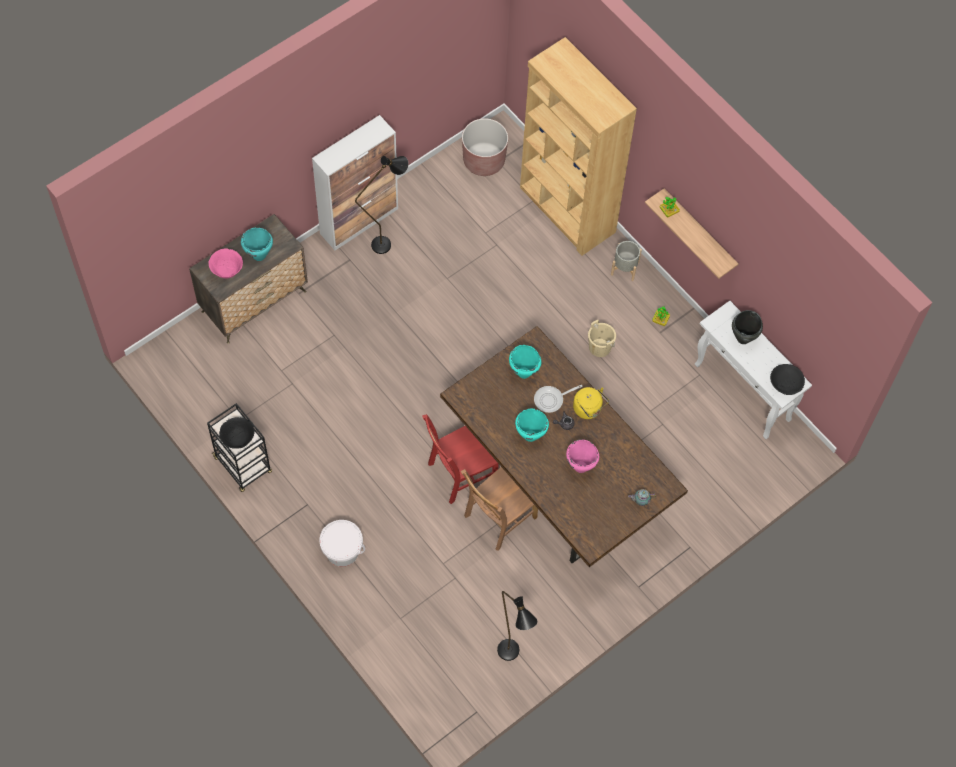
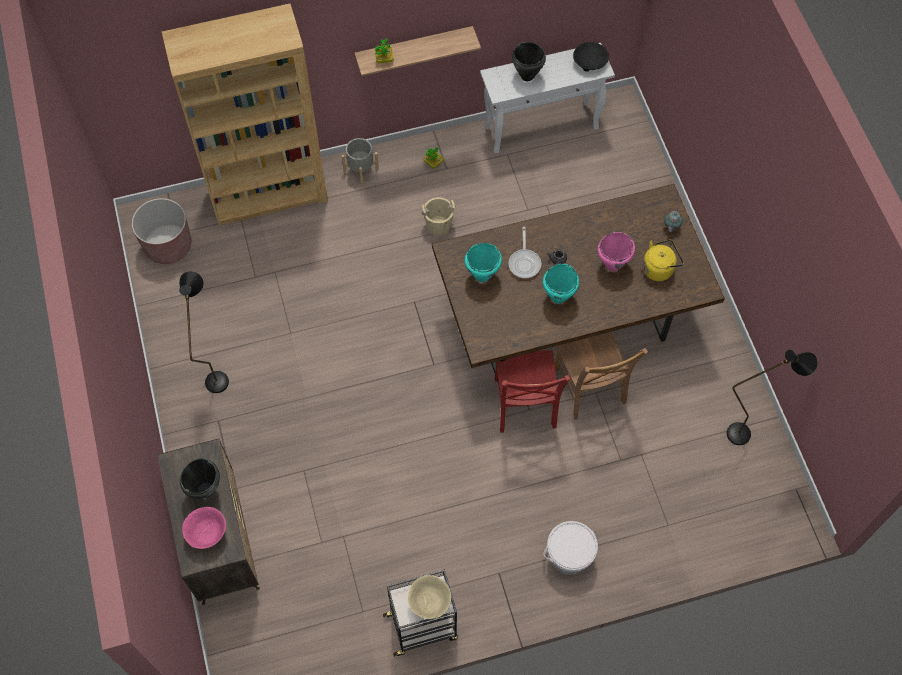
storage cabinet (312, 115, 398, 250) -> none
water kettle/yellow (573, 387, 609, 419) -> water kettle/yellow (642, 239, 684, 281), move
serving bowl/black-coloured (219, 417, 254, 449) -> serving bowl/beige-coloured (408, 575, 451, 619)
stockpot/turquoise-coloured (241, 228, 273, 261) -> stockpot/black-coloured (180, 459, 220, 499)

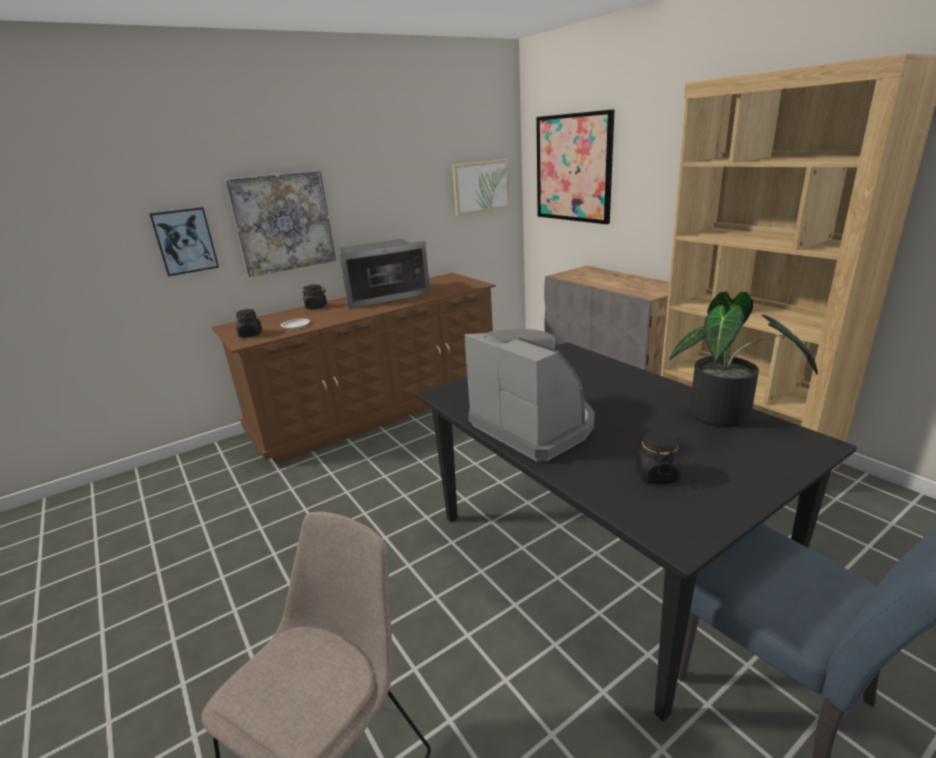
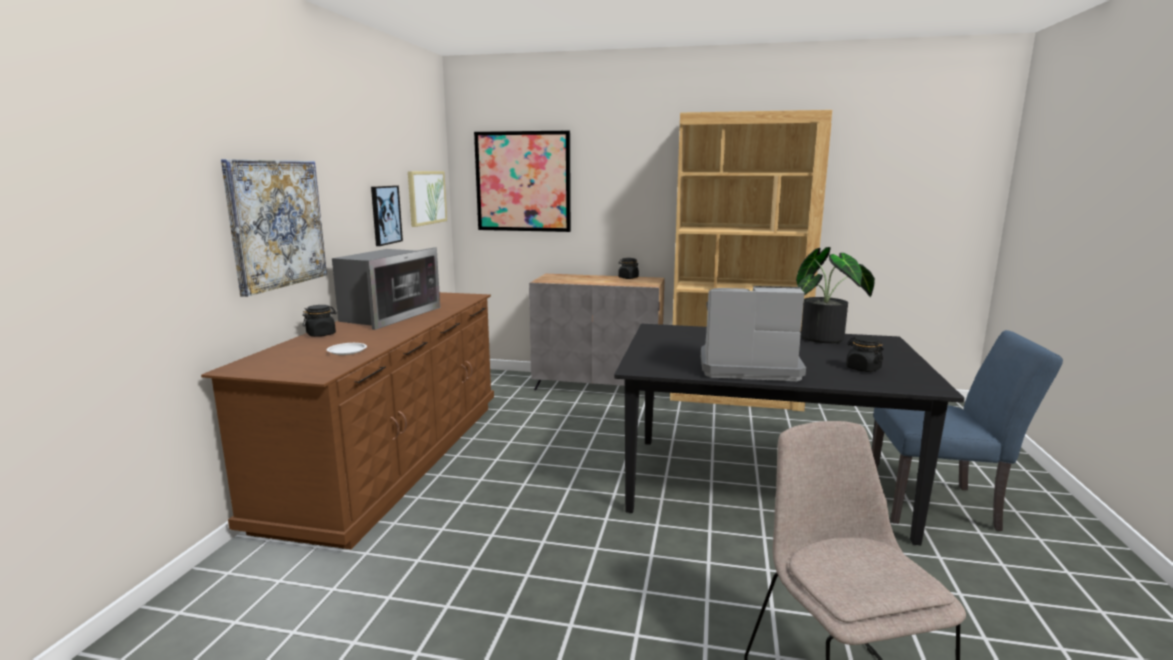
wall art (149, 207, 219, 276) -> wall art (371, 186, 403, 246), move
jar/black-coloured (236, 309, 262, 337) -> jar/black-coloured (618, 258, 639, 279), move

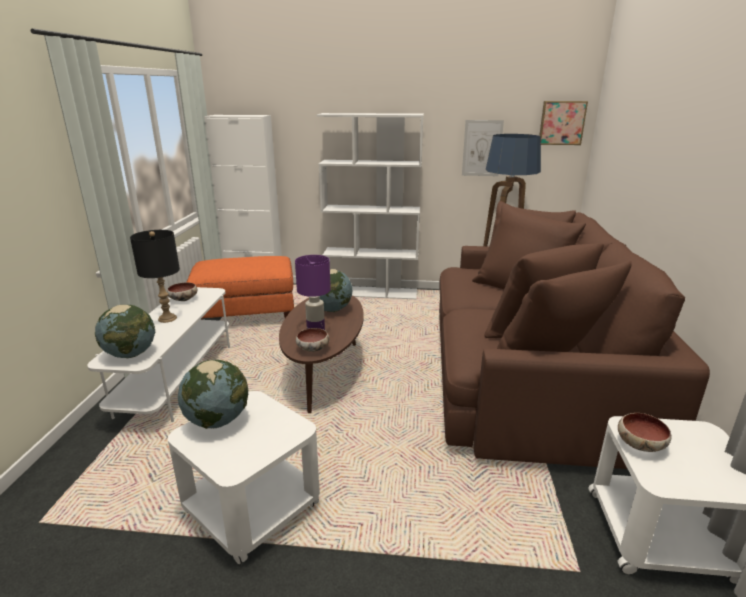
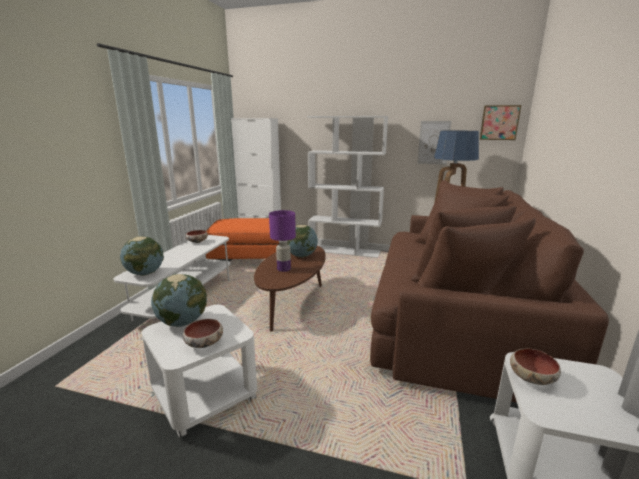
lamp for a table/black-coloured (130, 230, 180, 323) -> none
serving bowl (296, 328, 329, 352) -> serving bowl (183, 319, 223, 348), move

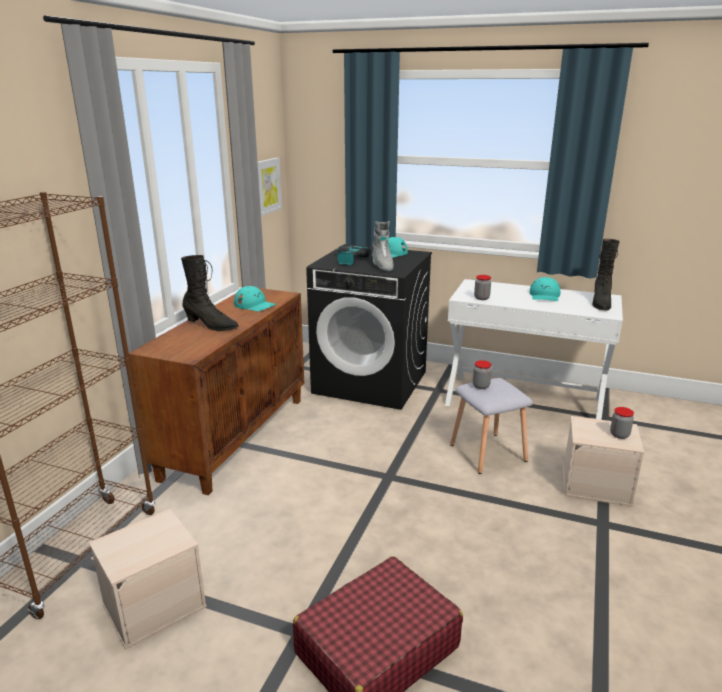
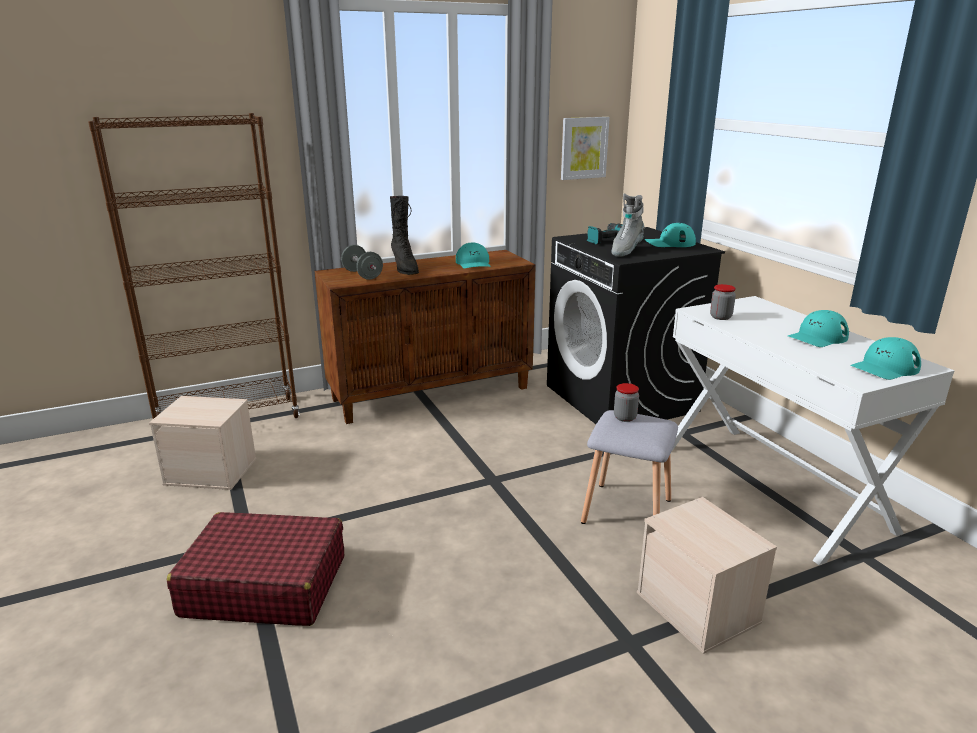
jar (610, 407, 634, 439) -> none
none -> hand weight/greyish (341, 245, 383, 280)
tall boot/black-coloured (592, 239, 620, 310) -> cap/turquoise-coloured (850, 337, 921, 380)

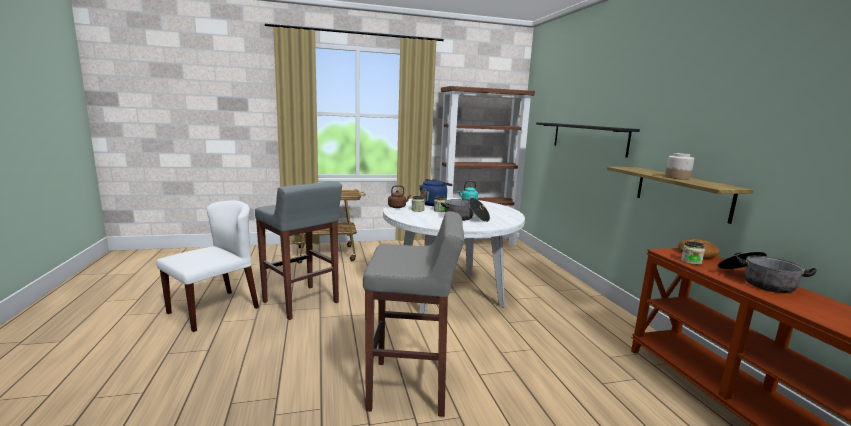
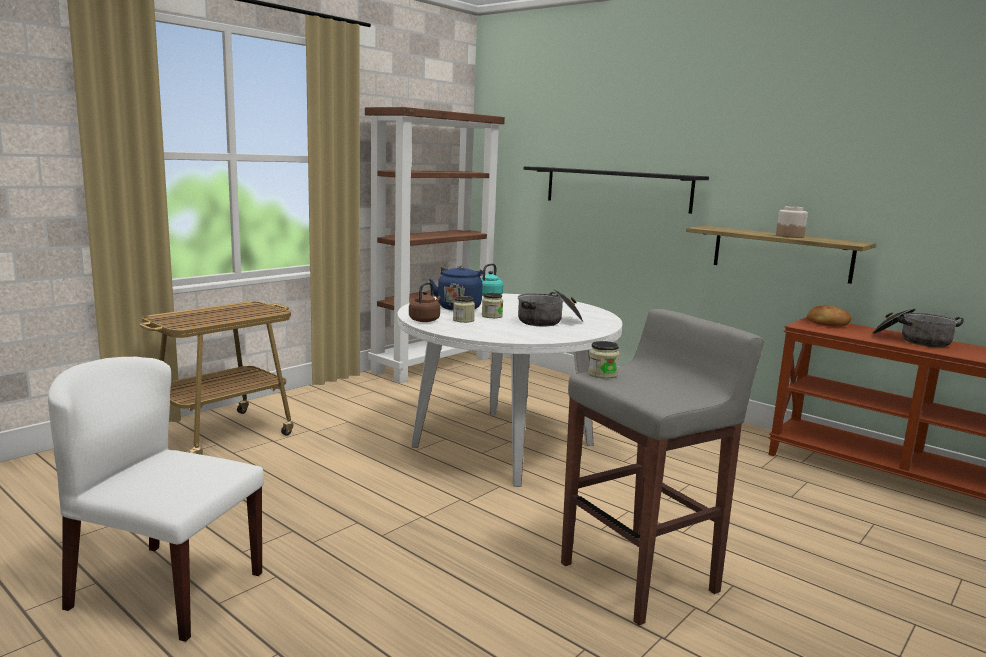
stool/greyish (255, 181, 342, 320) -> none
jar (681, 241, 705, 265) -> jar (588, 341, 619, 379), move
plain chair/white-coloured (156, 200, 259, 332) -> plain chair/white-coloured (48, 357, 264, 642), 75 degrees counterclockwise

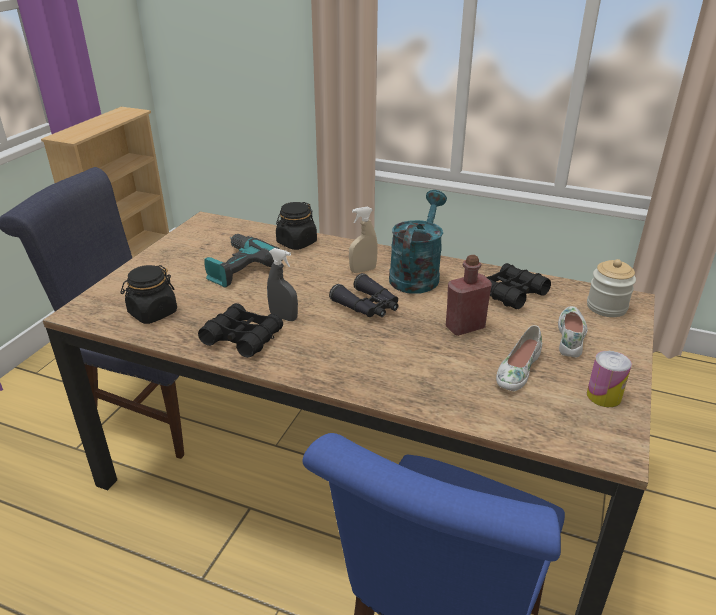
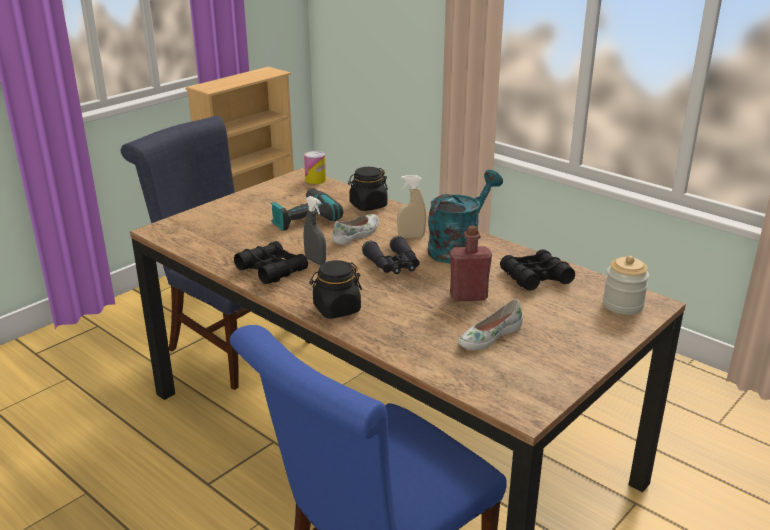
jar/black-coloured (121, 265, 177, 324) -> jar/black-coloured (309, 260, 362, 319), move
low shoe/white-coloured (558, 306, 588, 357) -> low shoe/white-coloured (332, 214, 379, 245), move
metal can (587, 351, 632, 407) -> metal can (304, 151, 326, 184), move

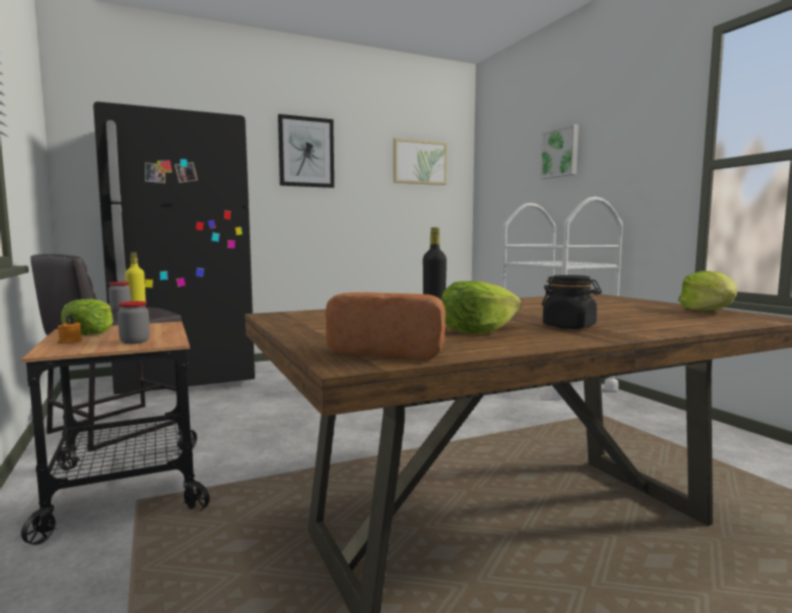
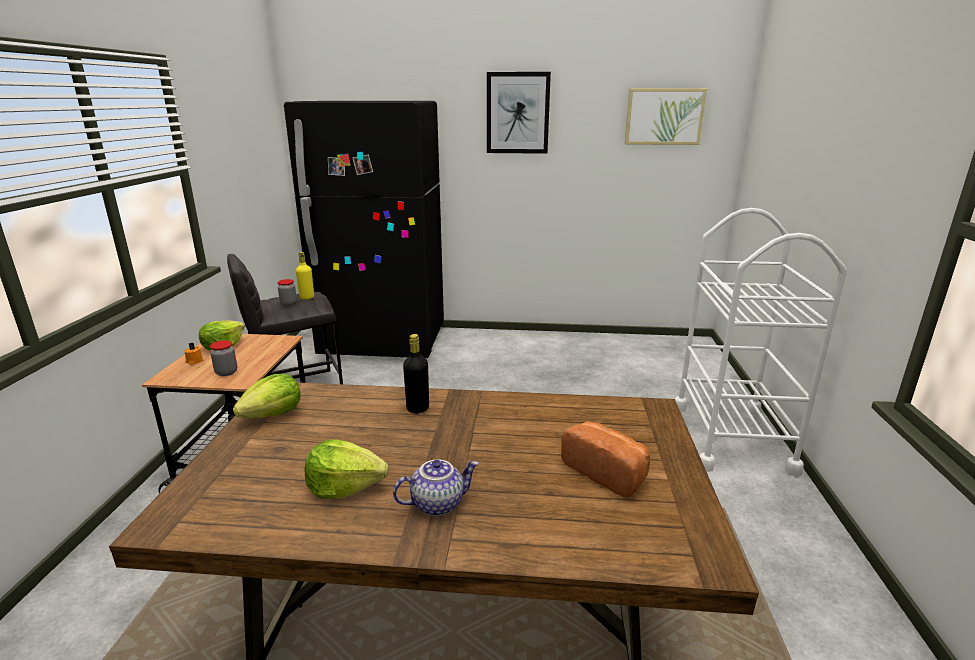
wall art (540, 124, 579, 179) -> none
bread (325, 292, 445, 360) -> bread (561, 422, 650, 497), move
head of lettuce (679, 271, 738, 311) -> head of lettuce (233, 374, 301, 418), move
jar/black-coloured (542, 275, 602, 329) -> pot for tea (393, 459, 479, 516)

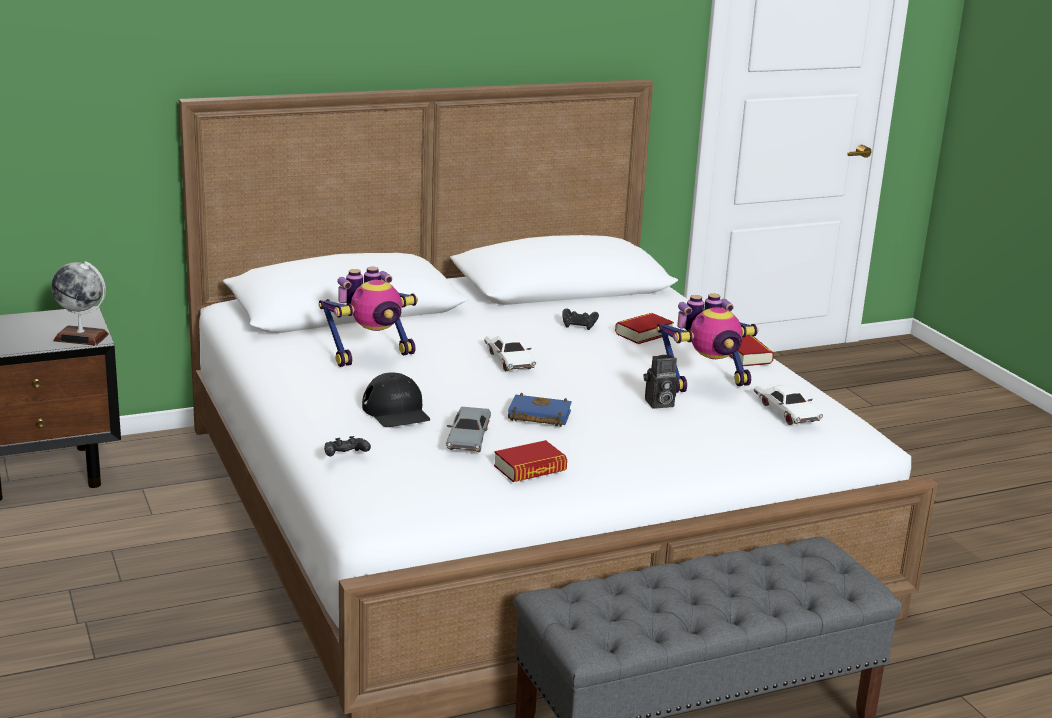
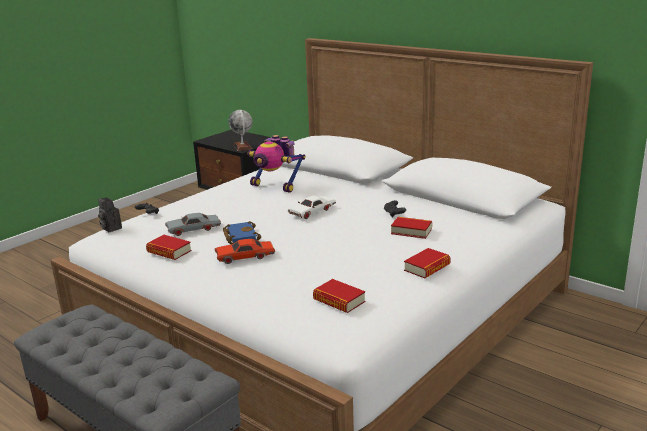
cap/black-coloured (362, 373, 430, 427) -> none
toy robot (657, 294, 759, 393) -> none
none -> miniature car/red (215, 239, 275, 264)
still camera (644, 355, 678, 409) -> still camera (98, 198, 122, 232), move
miniature car/white-coloured (754, 383, 823, 425) -> volume (313, 279, 365, 313)

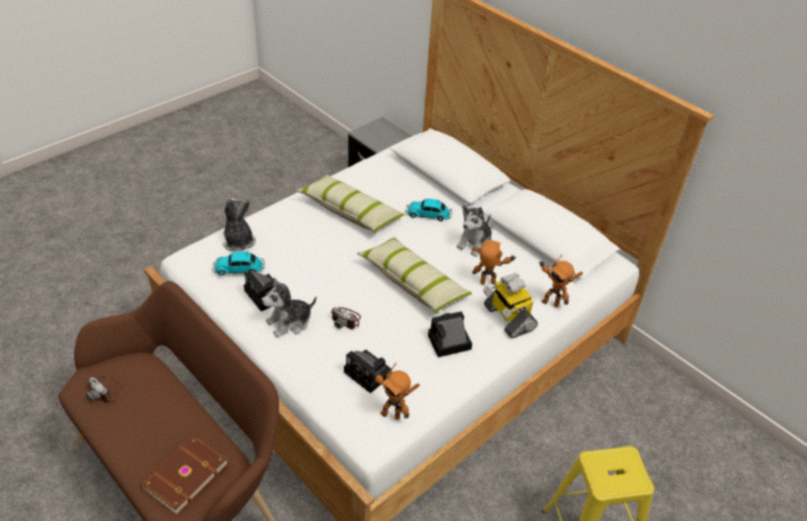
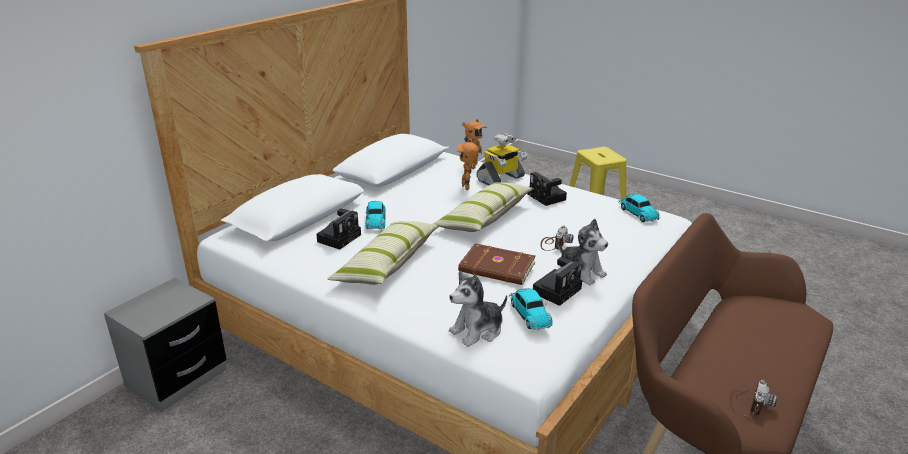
cuddly toy (457, 205, 492, 257) -> none
volume/brown-coloured (140, 435, 229, 515) -> volume/brown-coloured (458, 243, 536, 285), move
still camera (344, 349, 392, 393) -> still camera (316, 209, 361, 250), move
toy robot (371, 363, 420, 420) -> miniature car (618, 194, 660, 222)

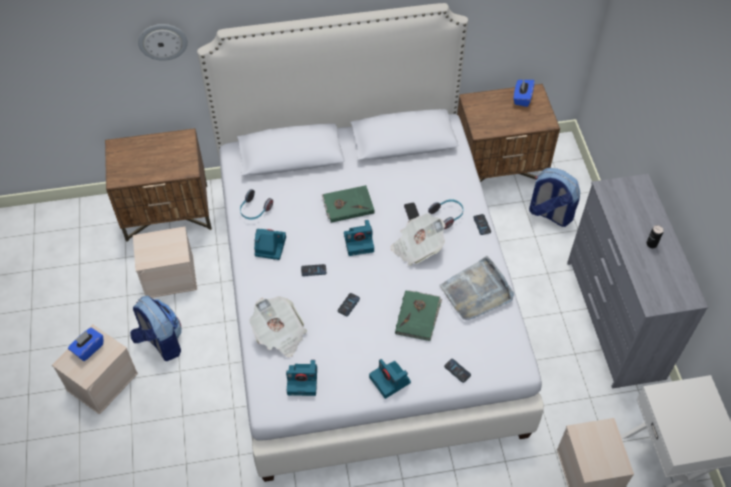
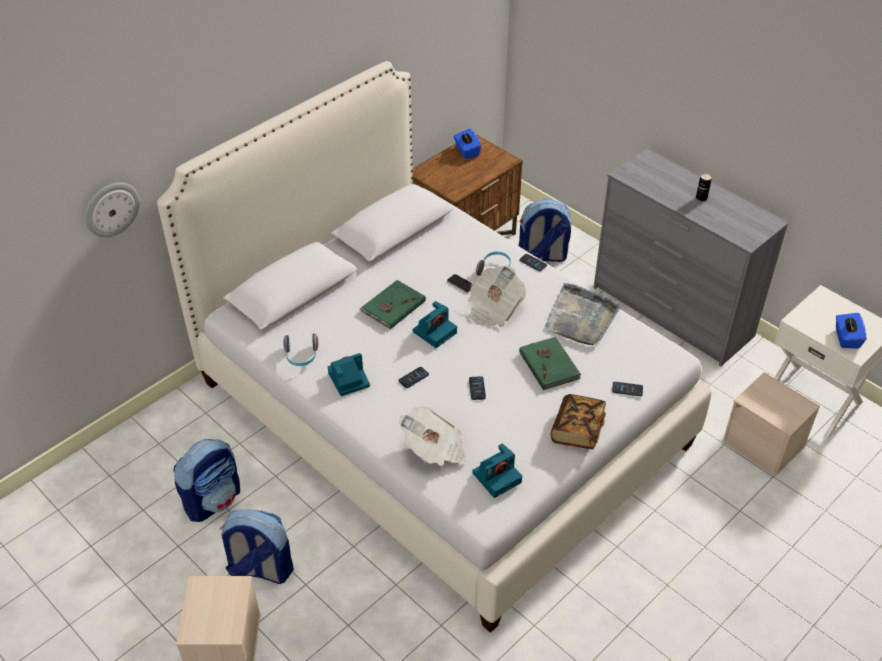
night table/brown-coloured (105, 128, 212, 241) -> none
box of tissues/blue (68, 327, 103, 361) -> box of tissues/blue (836, 313, 866, 349), move
storage bin/beige-coloured (133, 227, 197, 298) -> knapsack (173, 439, 240, 522)
still camera (369, 359, 411, 399) -> volume (551, 394, 606, 449)

